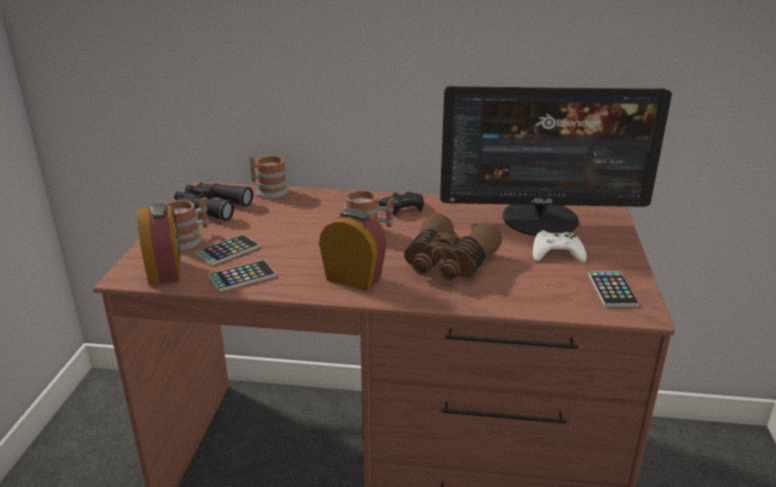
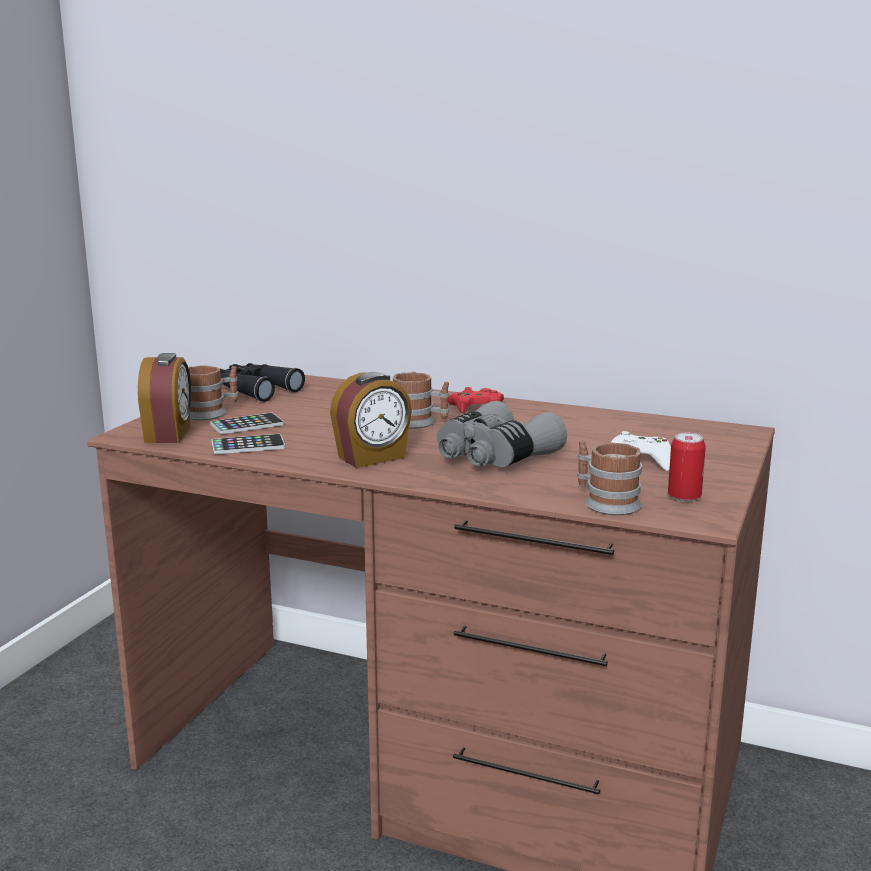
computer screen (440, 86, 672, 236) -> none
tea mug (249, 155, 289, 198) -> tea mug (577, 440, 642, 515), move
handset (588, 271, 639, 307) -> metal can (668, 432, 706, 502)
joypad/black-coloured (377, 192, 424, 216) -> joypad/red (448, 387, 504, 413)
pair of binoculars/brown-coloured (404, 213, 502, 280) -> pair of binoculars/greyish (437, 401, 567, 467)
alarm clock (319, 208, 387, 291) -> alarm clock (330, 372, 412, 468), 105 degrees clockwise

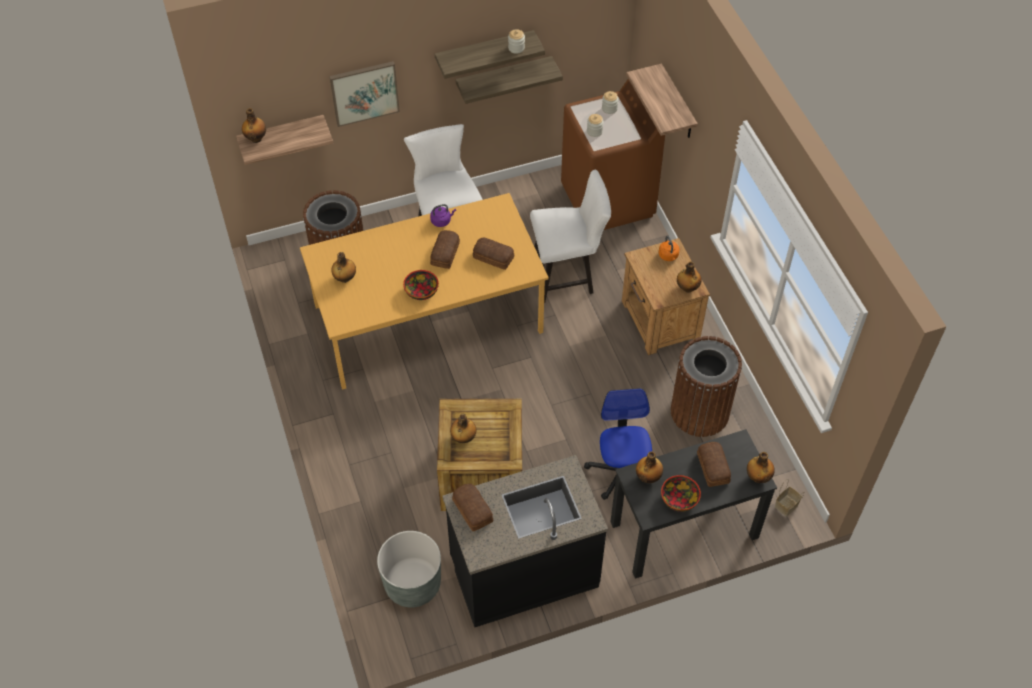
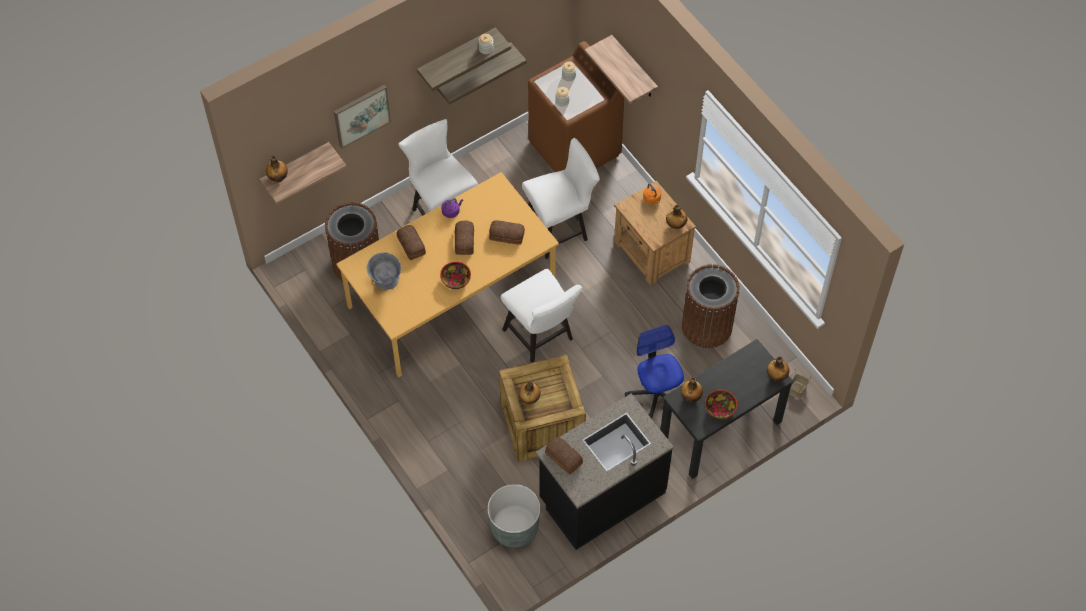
none -> plain chair/white-coloured (501, 269, 582, 362)
bread (697, 442, 731, 487) -> bread (397, 225, 426, 260), move
drink bottle (331, 252, 356, 283) -> serving bowl/greyish (367, 252, 401, 290)

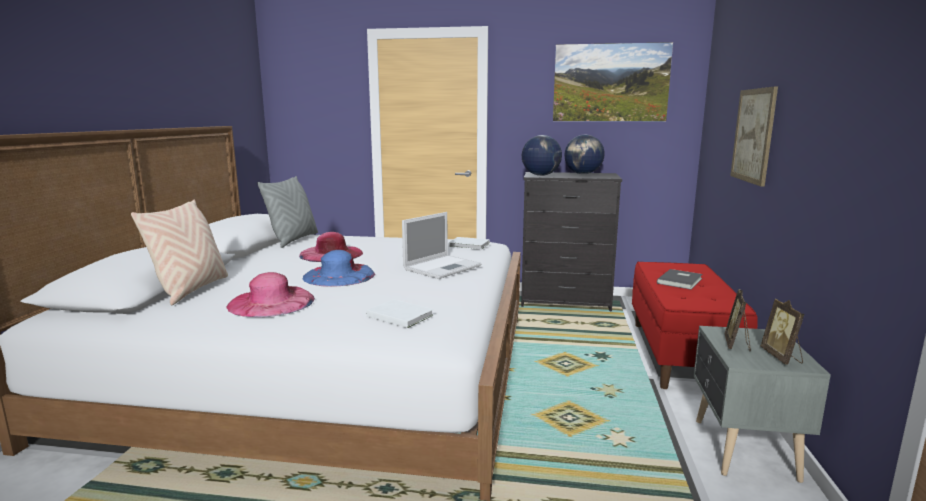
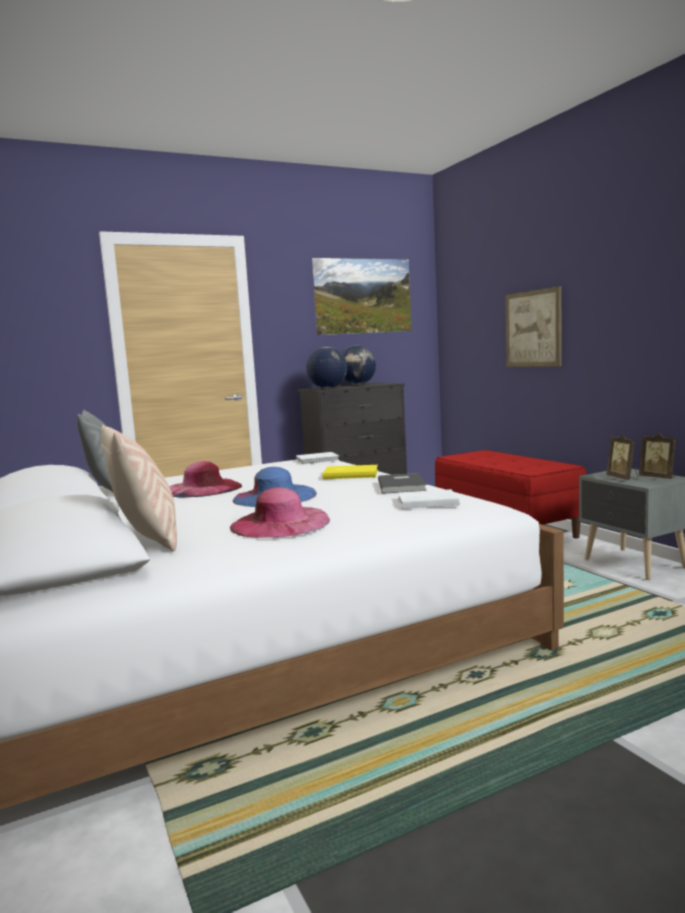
volume/greyish (657, 269, 703, 290) -> volume/greyish (378, 473, 427, 494), move
laptop (402, 212, 481, 279) -> volume/yellow (322, 465, 378, 479)

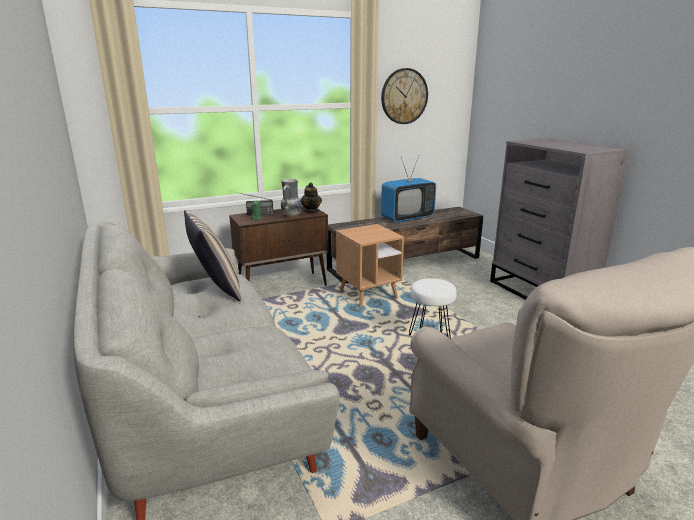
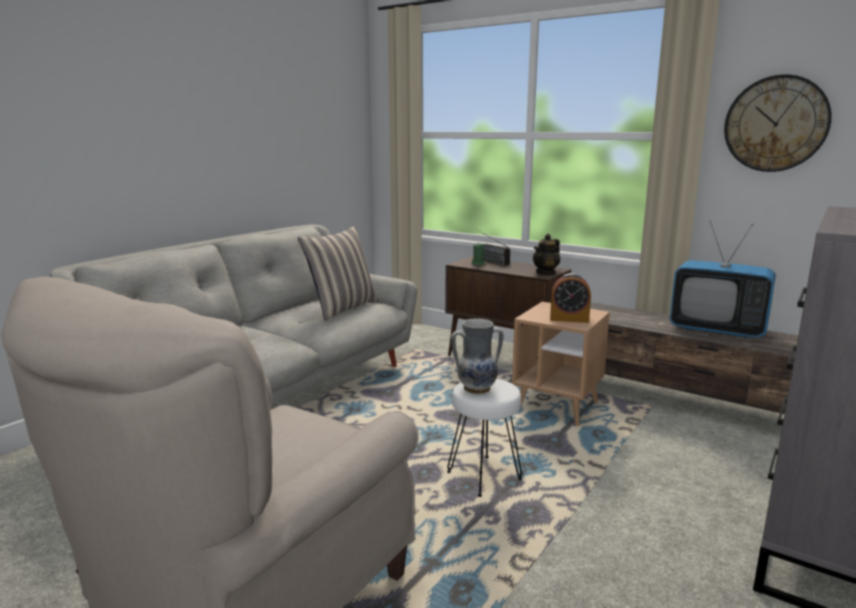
none -> alarm clock (550, 273, 591, 323)
flower vase (281, 179, 302, 218) -> flower vase (451, 319, 504, 394), move

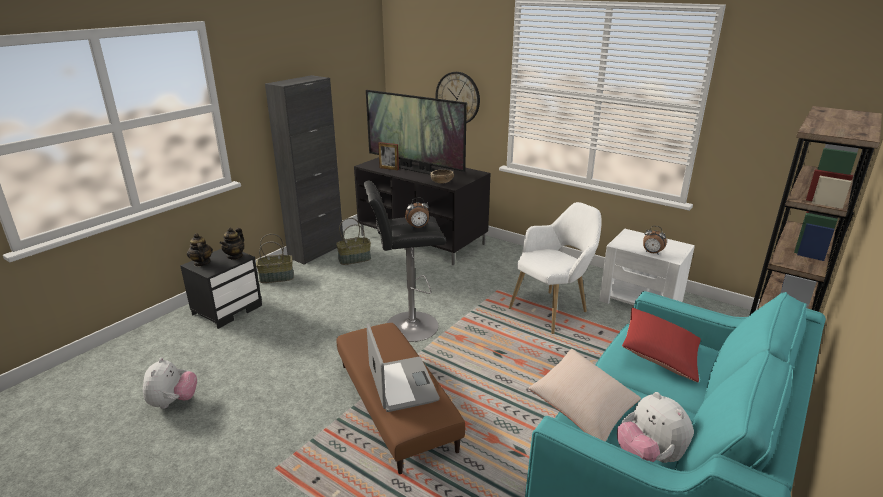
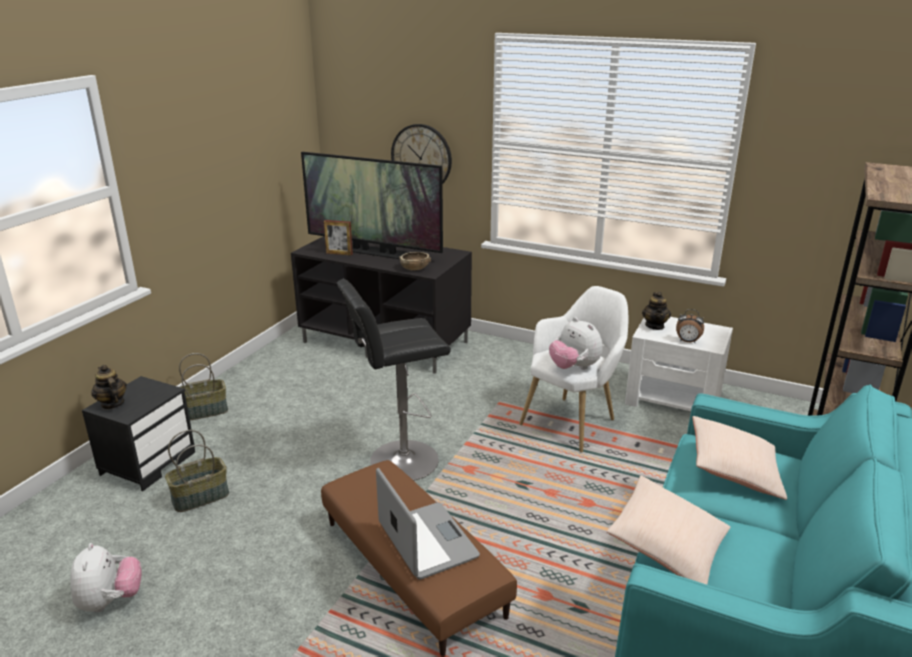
storage cabinet/black-coloured (265, 75, 343, 265) -> none
alarm clock (405, 197, 429, 228) -> none
pot for tea (220, 228, 244, 260) -> pot for tea (642, 292, 671, 330), move
storage basket (336, 218, 371, 265) -> storage basket (165, 430, 229, 512), move
cuddly toy (617, 392, 694, 463) -> cuddly toy (549, 317, 603, 370), move
throw pillow/red (622, 308, 701, 382) -> throw pillow/beige-coloured (692, 416, 787, 500)

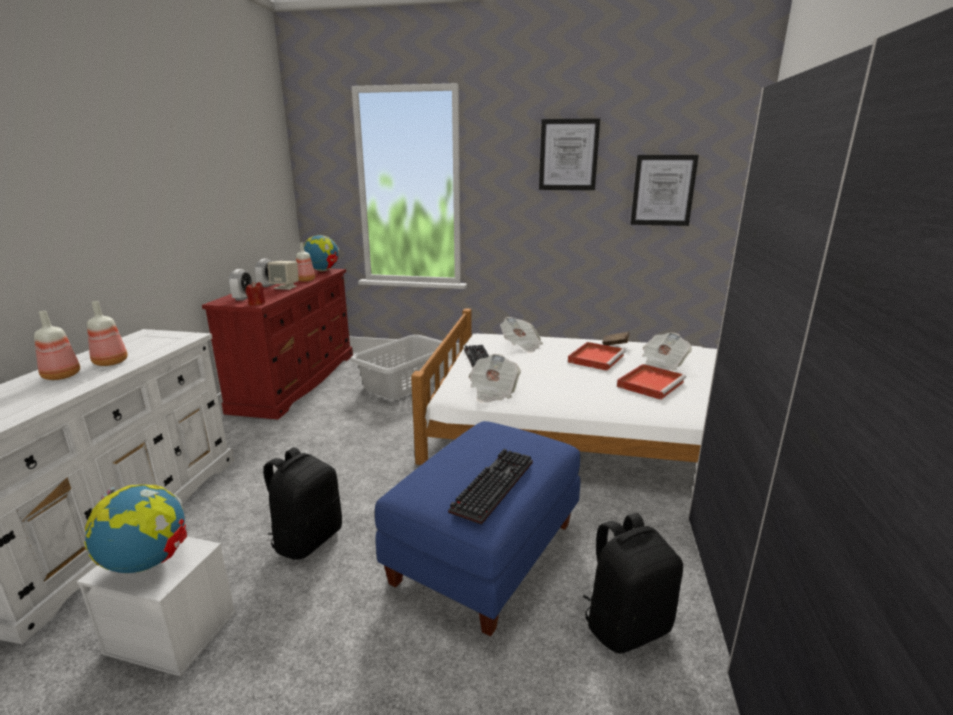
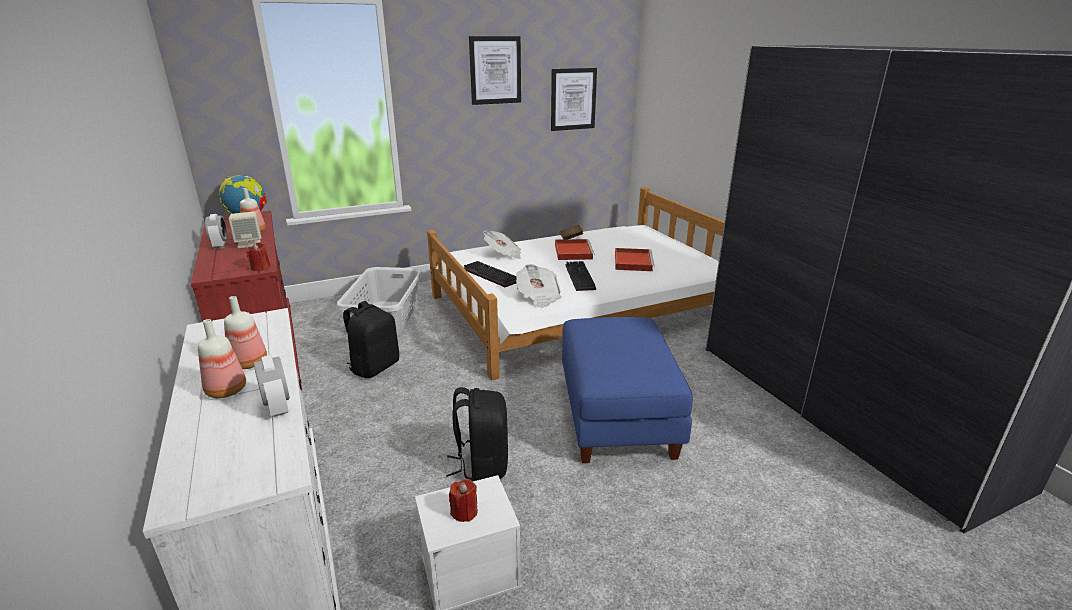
printed paper (642, 332, 692, 371) -> none
alarm clock (228, 269, 252, 301) -> alarm clock (254, 355, 290, 417), move
computer keyboard (448, 449, 533, 525) -> computer keyboard (566, 261, 596, 291), move
knapsack/black-coloured (583, 513, 683, 654) -> knapsack/black-coloured (343, 301, 399, 378), move
desk globe (84, 484, 187, 573) -> candle/red (449, 479, 478, 522)

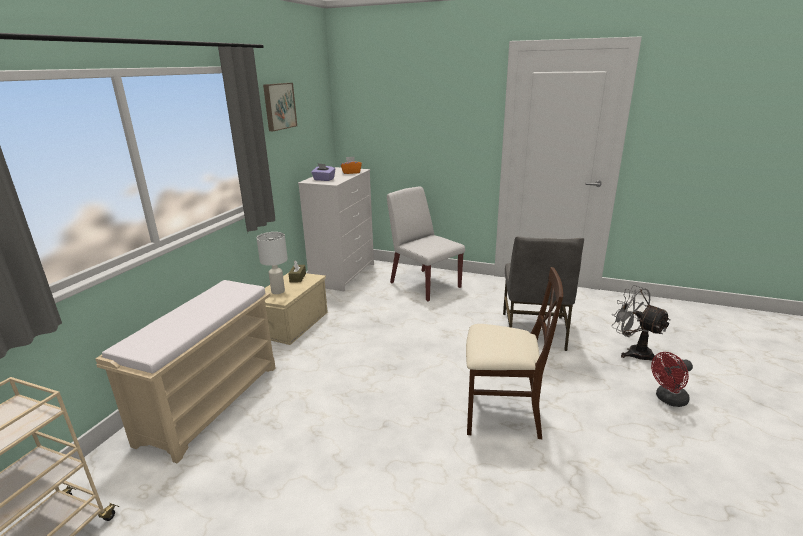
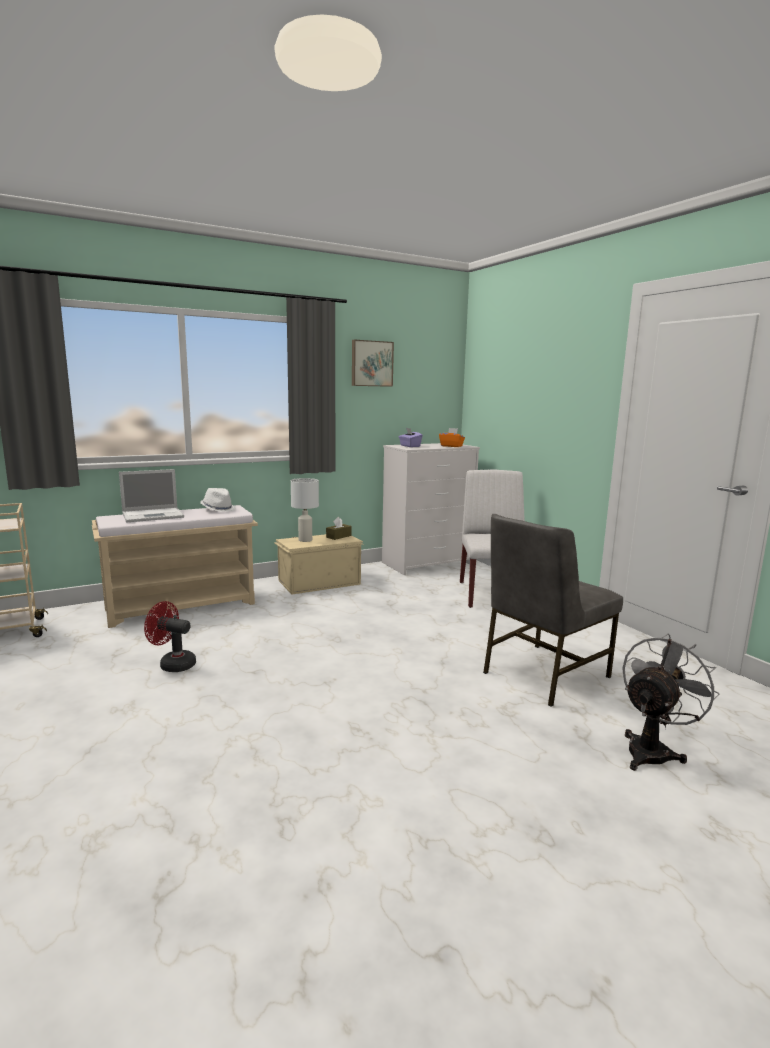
plain chair/beige-coloured (466, 267, 563, 439) -> none
none -> laptop (119, 469, 184, 522)
none -> clothing hat/white-coloured (200, 488, 235, 512)
cooling fan/red (651, 352, 693, 407) -> cooling fan/red (144, 601, 196, 672), move
cooling fan/greyish (612, 285, 670, 362) -> cooling fan/greyish (622, 634, 720, 771), 45 degrees clockwise

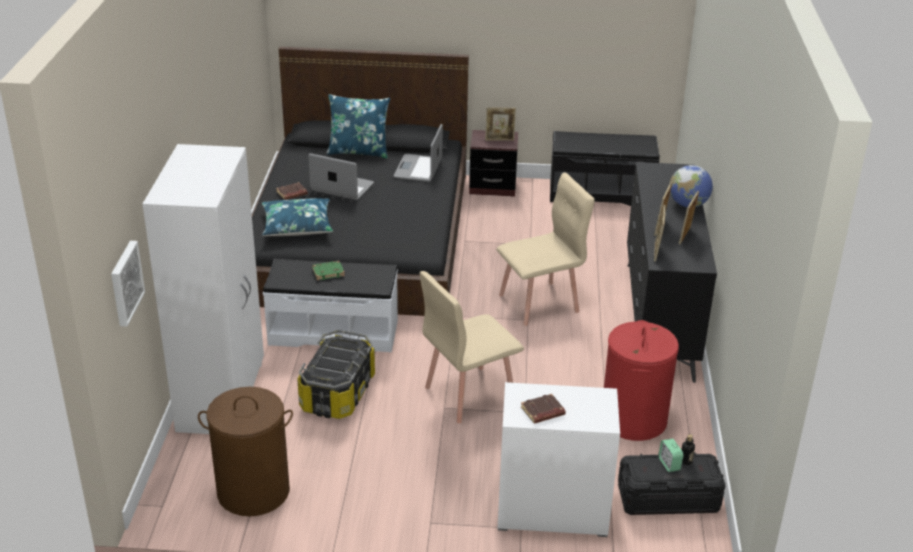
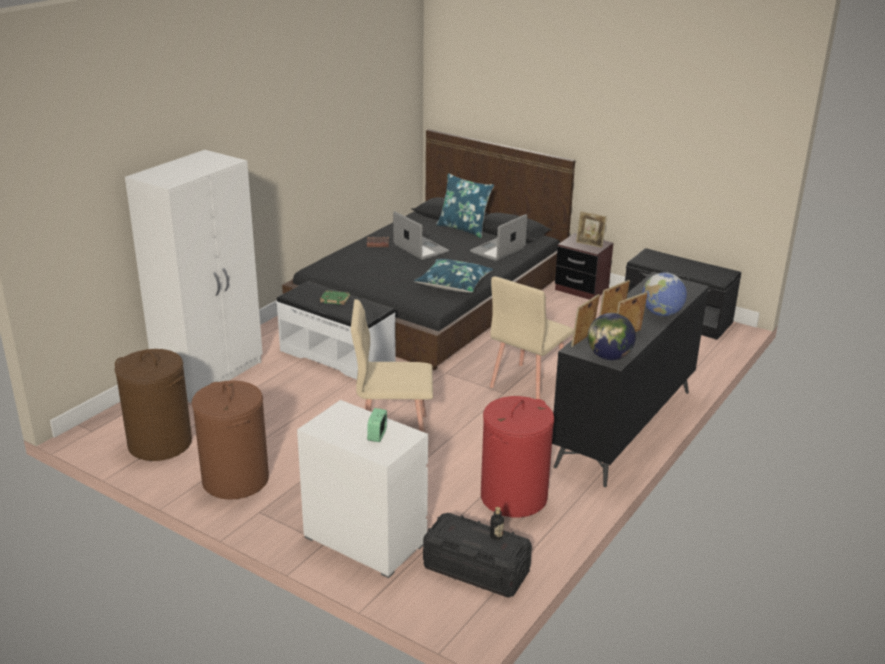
wall art (111, 241, 145, 327) -> none
storage bin (297, 330, 375, 419) -> none
volume/brown-coloured (521, 394, 566, 424) -> none
none -> laundry basket/brown-coloured (192, 380, 269, 500)
none -> desk globe (588, 313, 636, 360)
throw pillow/blue (262, 198, 333, 236) -> throw pillow/blue (414, 259, 494, 293), move
alarm clock (658, 439, 684, 472) -> alarm clock (367, 408, 387, 442), move
plain chair/beige-coloured (496, 173, 595, 326) -> plain chair/beige-coloured (490, 276, 574, 399), 120 degrees clockwise

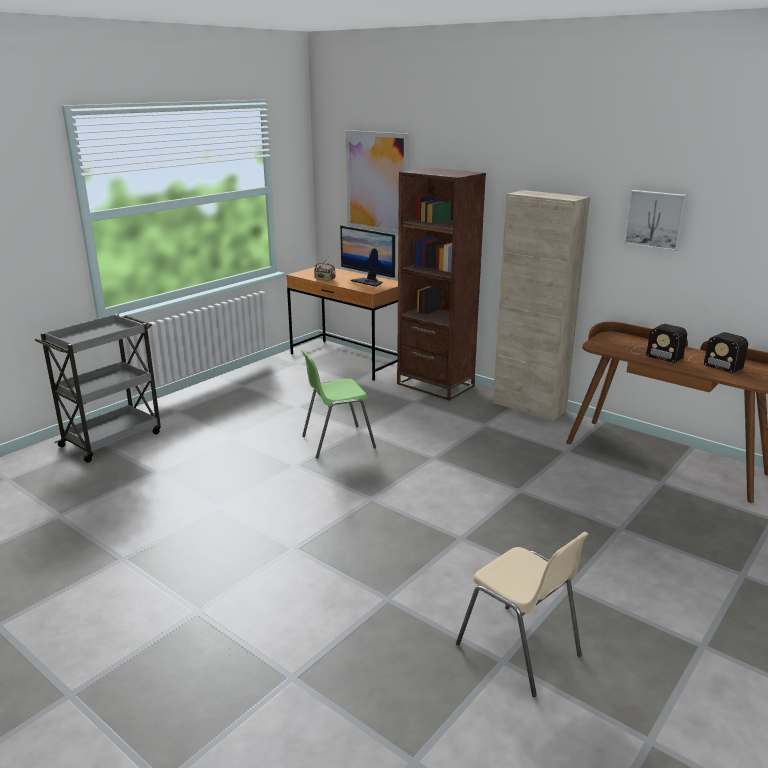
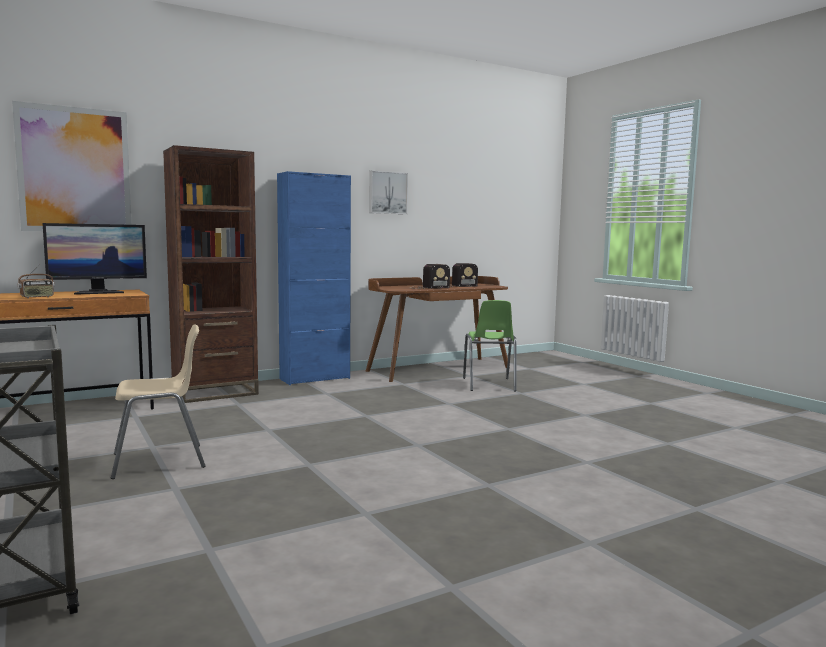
plain chair/green-coloured (302, 350, 376, 458) -> plain chair/green-coloured (463, 300, 516, 391), move
plain chair/beige-coloured (456, 532, 588, 697) -> plain chair/beige-coloured (111, 324, 206, 479), move
storage cabinet/beige-coloured (493, 190, 590, 422) -> storage cabinet/blue (277, 171, 351, 385)

